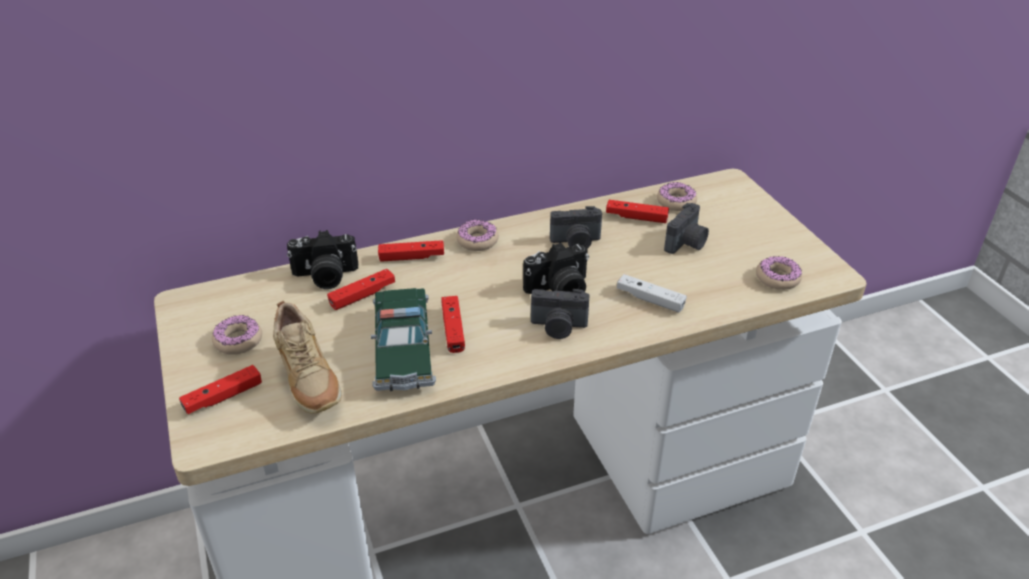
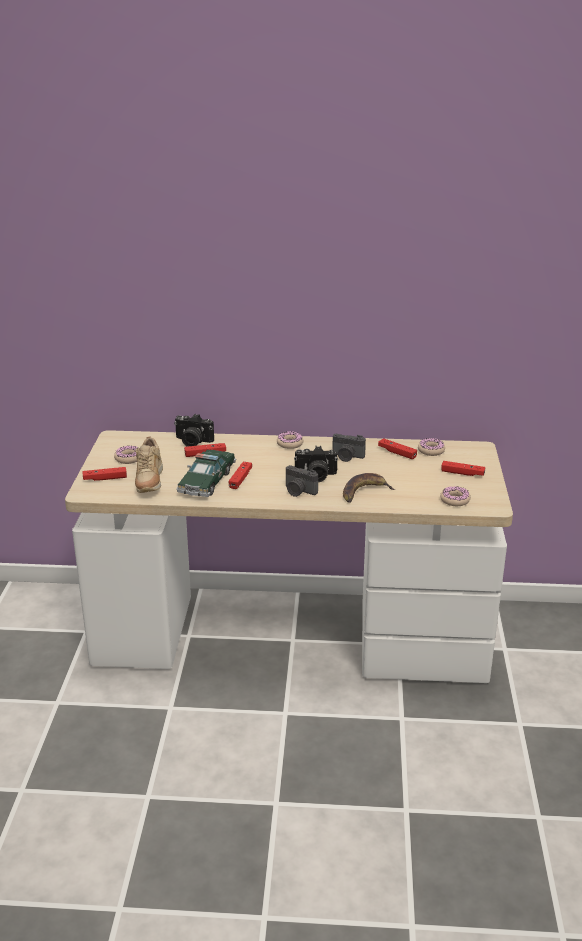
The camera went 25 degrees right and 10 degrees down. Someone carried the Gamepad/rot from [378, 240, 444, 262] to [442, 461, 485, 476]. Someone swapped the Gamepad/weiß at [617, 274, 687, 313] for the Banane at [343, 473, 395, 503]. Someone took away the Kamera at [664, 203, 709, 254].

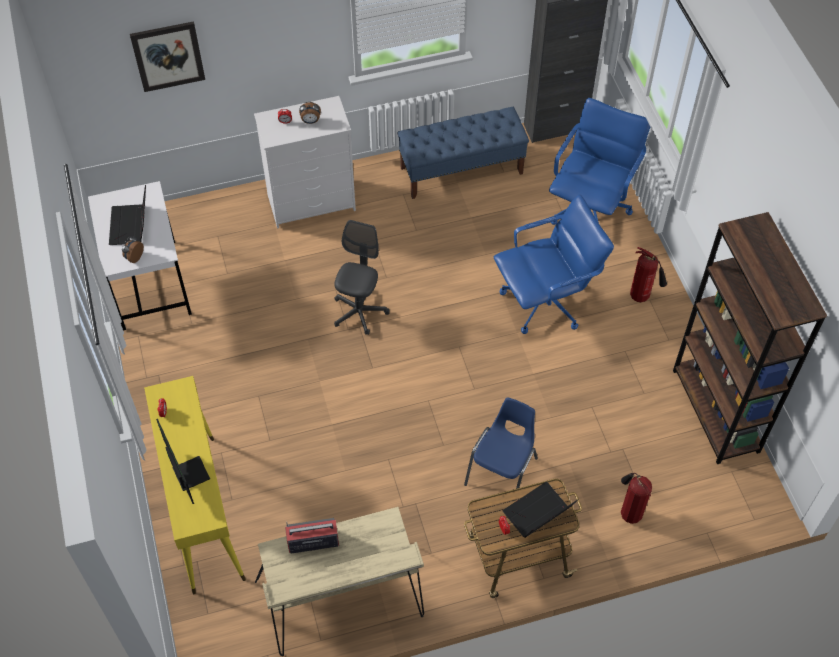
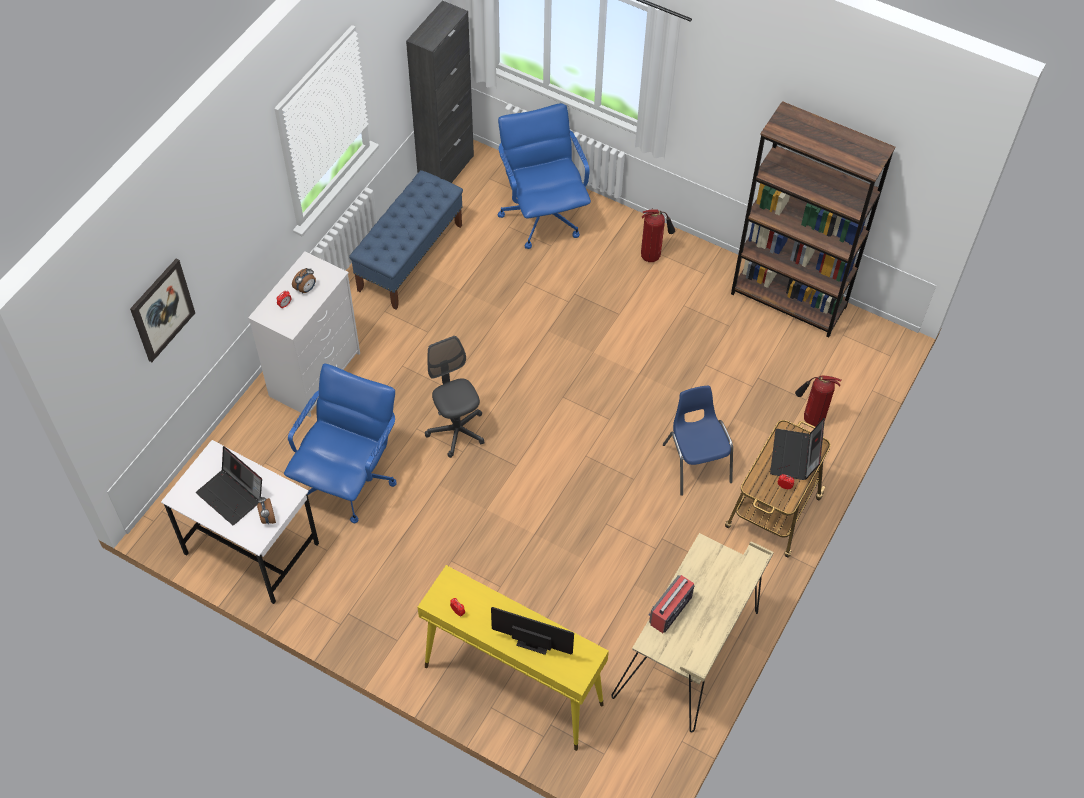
The camera went 45 degrees left and 0 degrees up. Someone carried the Bürostuhl/blau from [494, 195, 614, 334] to [284, 364, 397, 523].

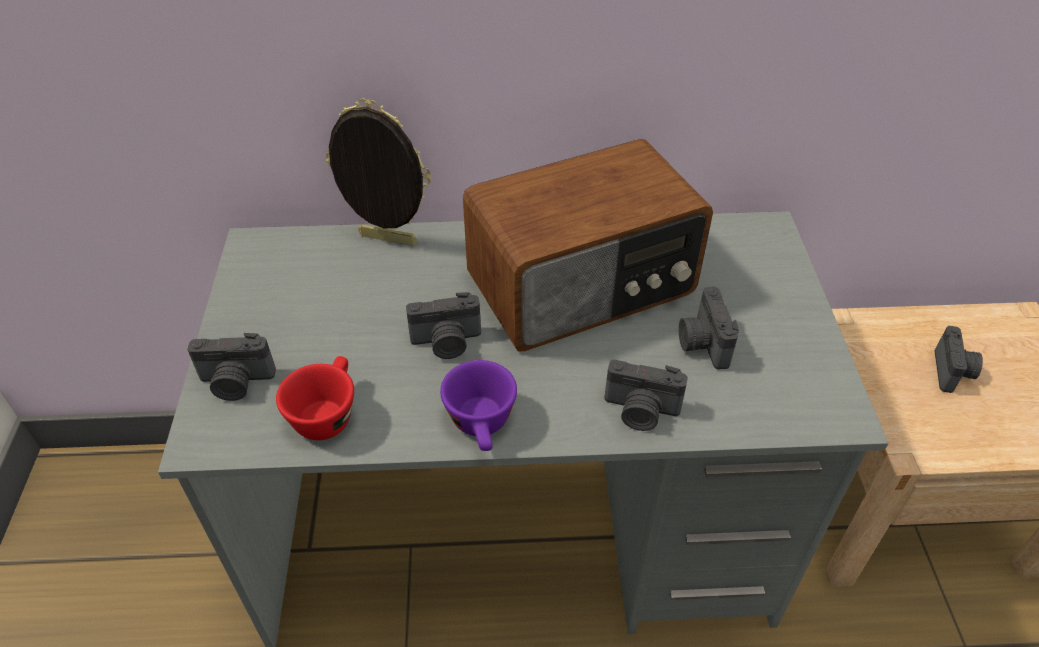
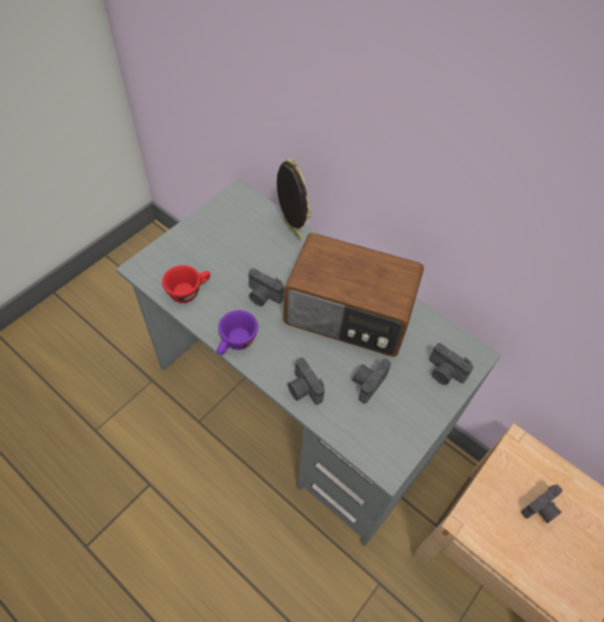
The camera went 40 degrees right and 10 degrees up. Someone carried the Kamera from [187, 333, 276, 401] to [429, 343, 474, 385].

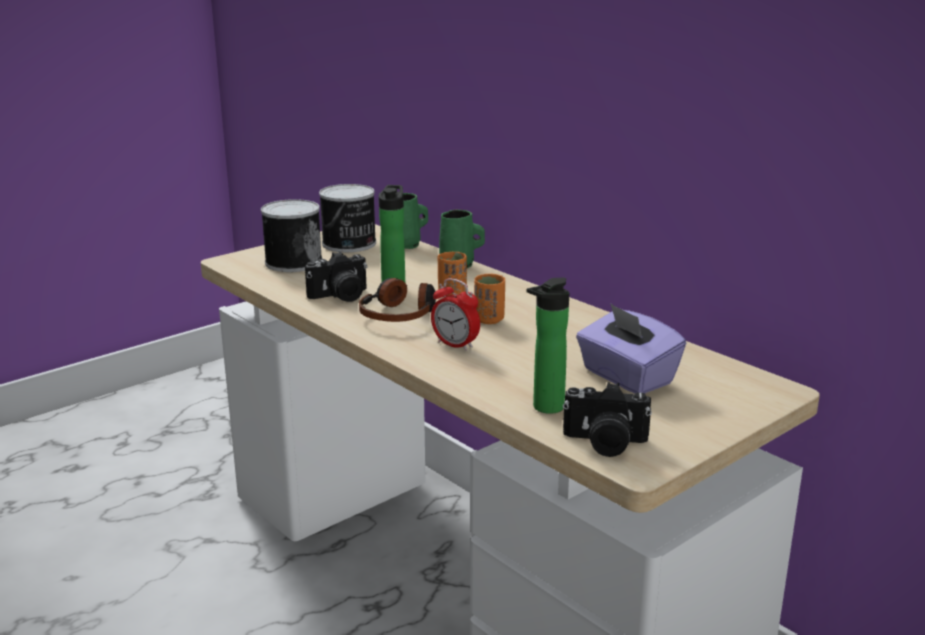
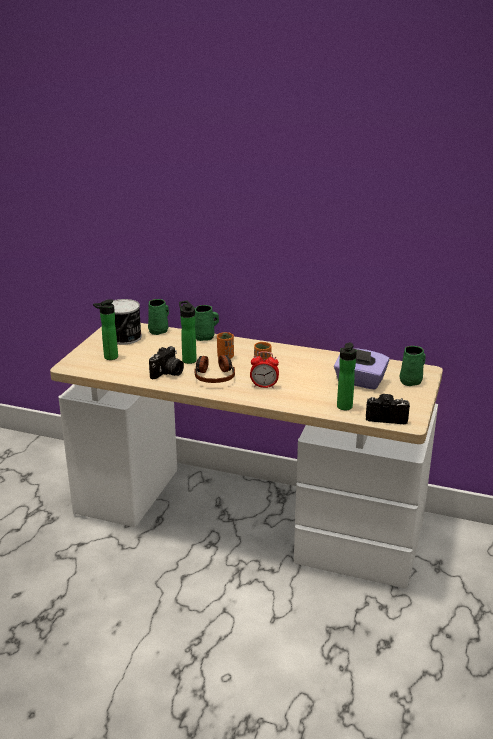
The camera went 30 degrees left and 5 degrees up. Someone swapped the Dose at [261, 199, 322, 272] for the Flasche at [93, 300, 118, 360]. Someone rotated the Kamera at [563, 382, 652, 457] by 150 degrees counterclockwise. Someone put down the Henkelbecher/grün at [400, 346, 426, 386].

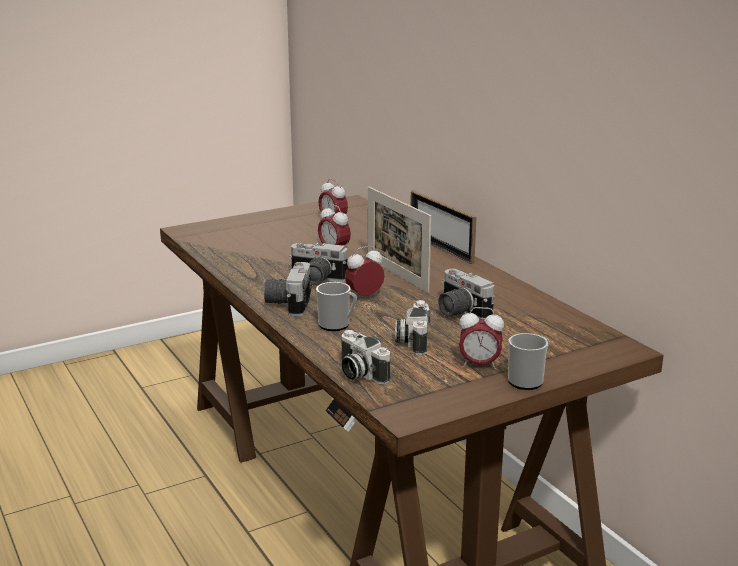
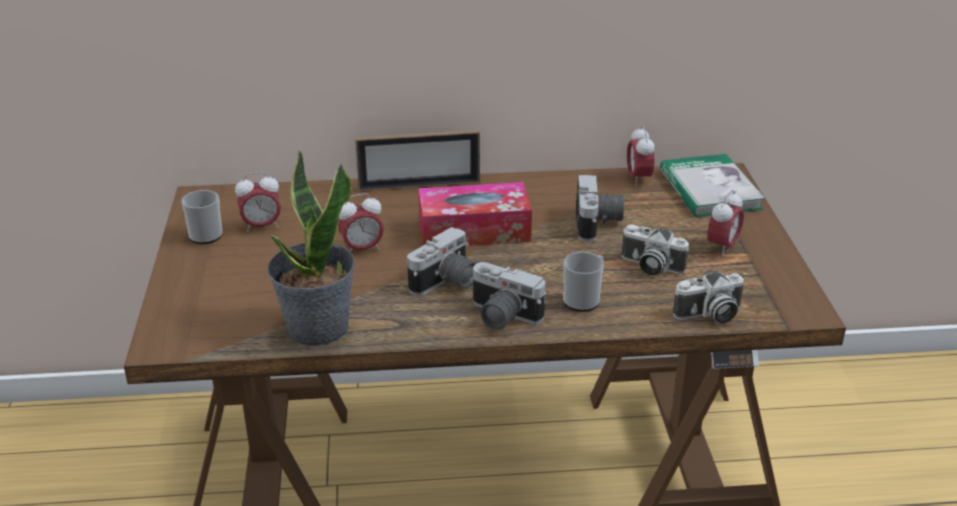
The camera went 65 degrees left and 10 degrees up. Someone carried the Wecker from [345, 246, 385, 298] to [627, 125, 654, 186]. Someone swapped the Bilderrahmen at [368, 187, 431, 293] for the Taschentuchbox at [418, 182, 532, 246]. Someone rotated the Kamera at [438, 269, 495, 318] by 75 degrees counterclockwise. Someone carried the Henkelbecher from [508, 333, 549, 390] to [181, 190, 223, 244]. Someone put down the Topfpflanze at [267, 150, 355, 346]. Someone put down the Buch at [660, 154, 765, 217].

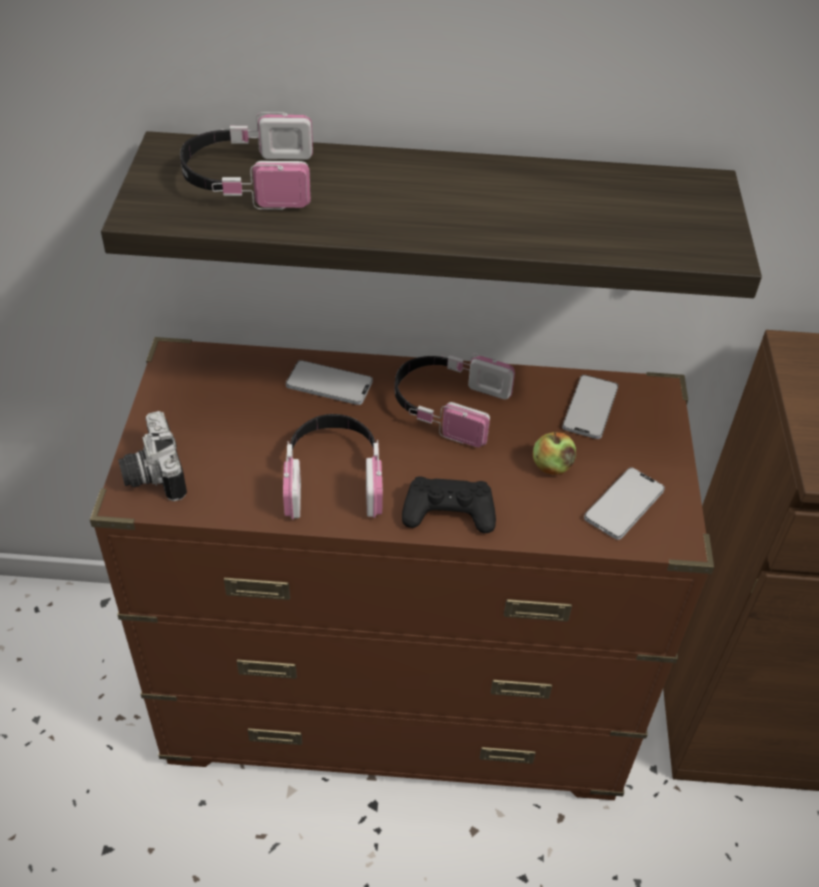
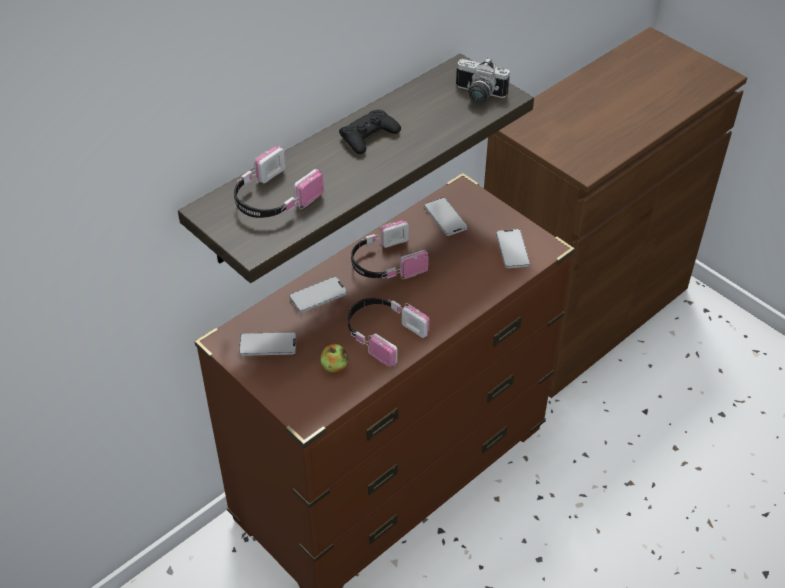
The camera went 45 degrees left and 0 degrees up. Someone carried the Kamera from [118, 411, 187, 501] to [456, 57, 510, 104]. Someone carried the Gamepad/schwarz from [402, 476, 496, 533] to [339, 110, 401, 154]. Someone carried the Apfel from [533, 432, 576, 475] to [321, 344, 348, 373]. Someone put down the Handy at [239, 332, 296, 356].

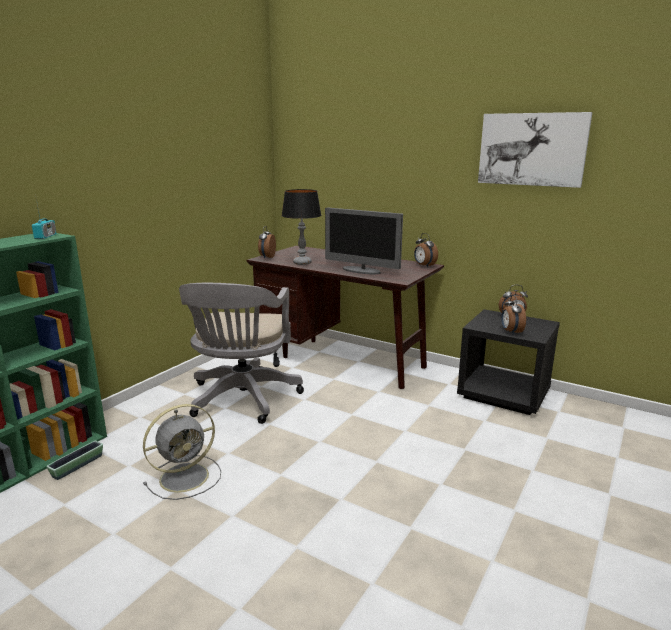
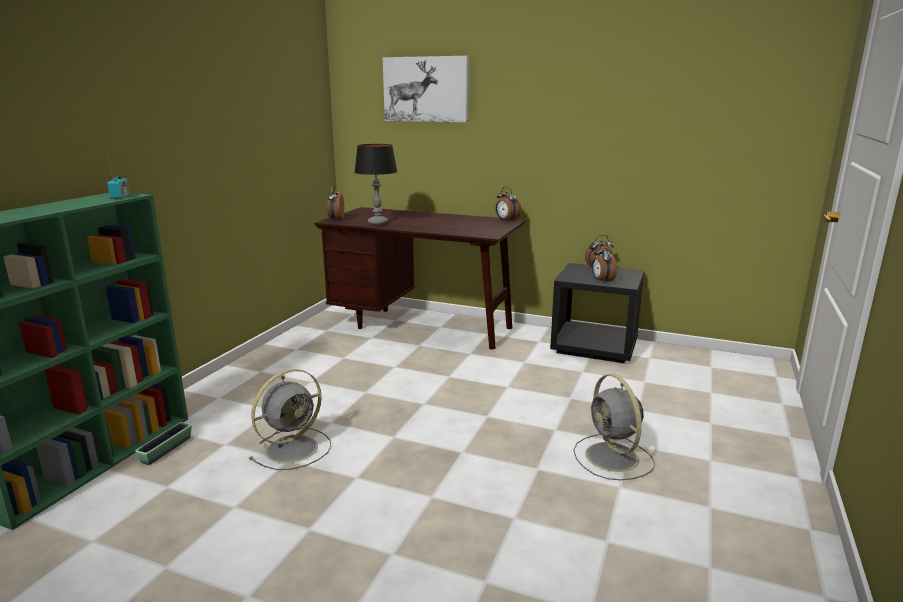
The camera went 10 degrees left and 0 degrees up. Someone took away the Bürostuhl/grau at [179, 283, 304, 424]. Someone took away the Monitor at [325, 207, 403, 274]. Someone carried the Bild from [478, 112, 593, 188] to [383, 56, 469, 123]. Someone put down the Ventilator/grau at [573, 374, 655, 480].

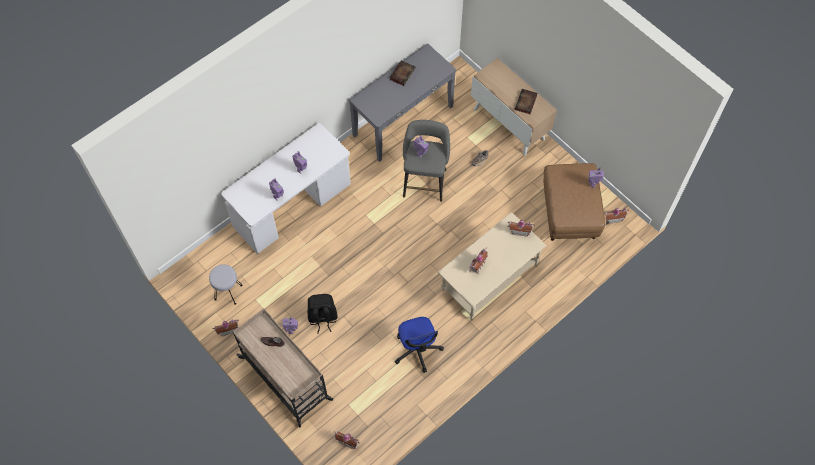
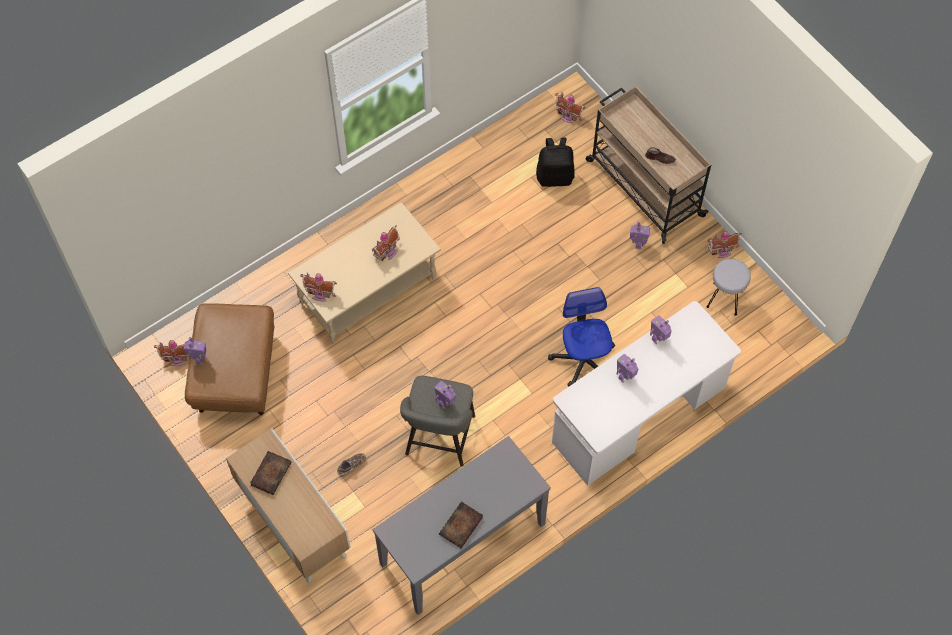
The camera went 175 degrees left and 0 degrees up. Someone carried the Rucksack/schwarz from [307, 294, 337, 334] to [536, 138, 575, 187]. Someone carried the Bürostuhl from [395, 317, 444, 373] to [548, 287, 615, 387].

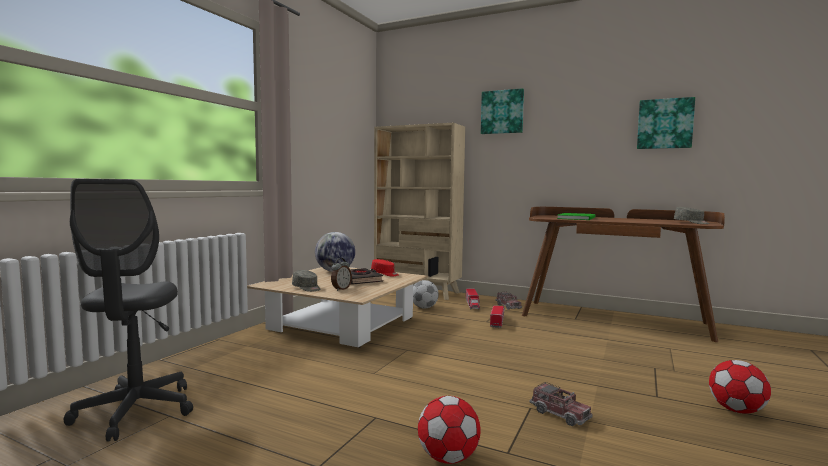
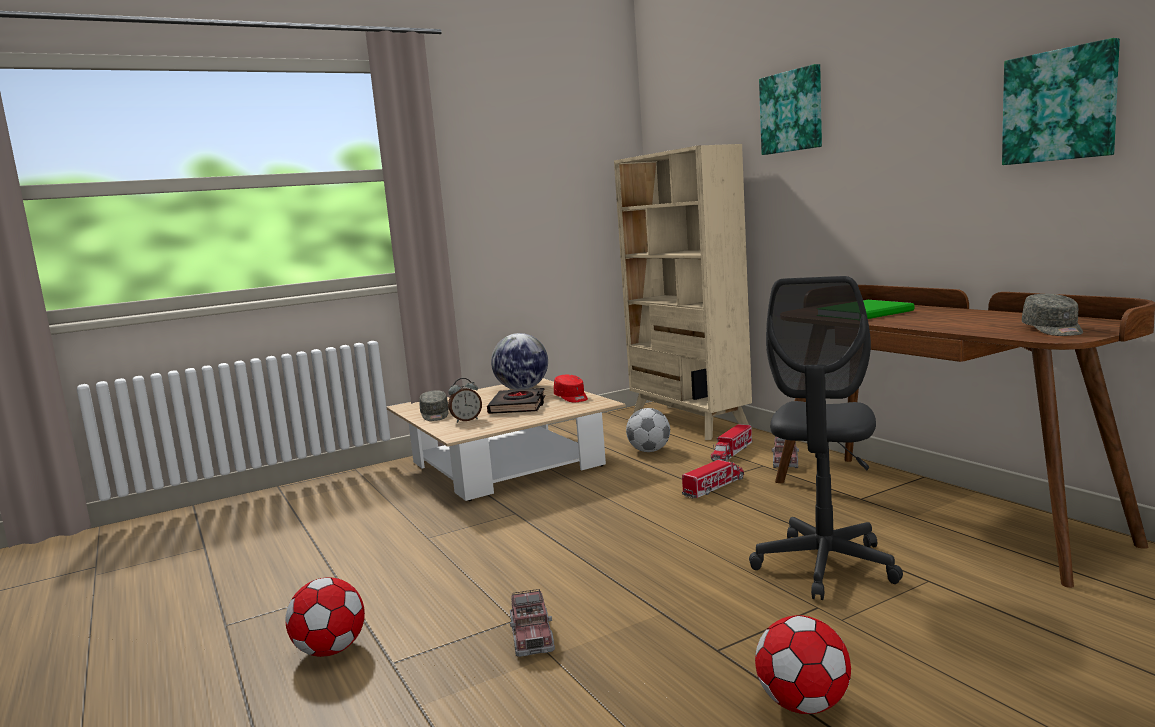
The camera went 35 degrees right and 5 degrees up. Someone carried the Bürostuhl/grau from [63, 179, 193, 442] to [749, 276, 903, 600].

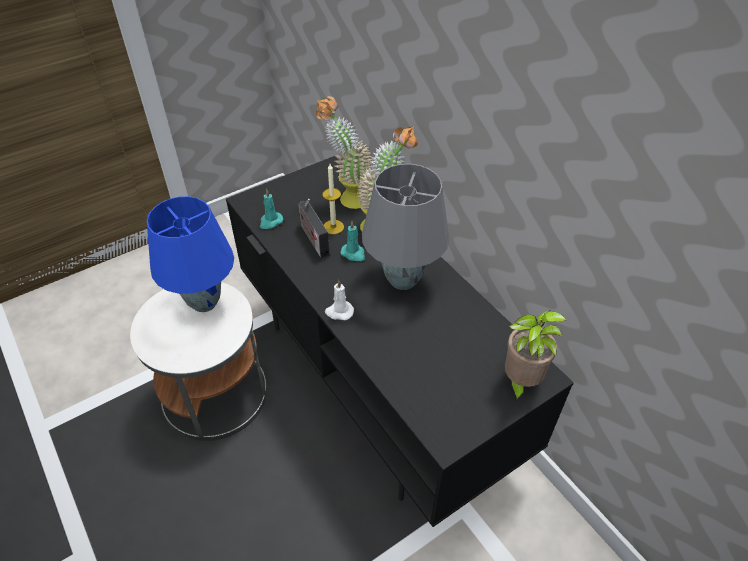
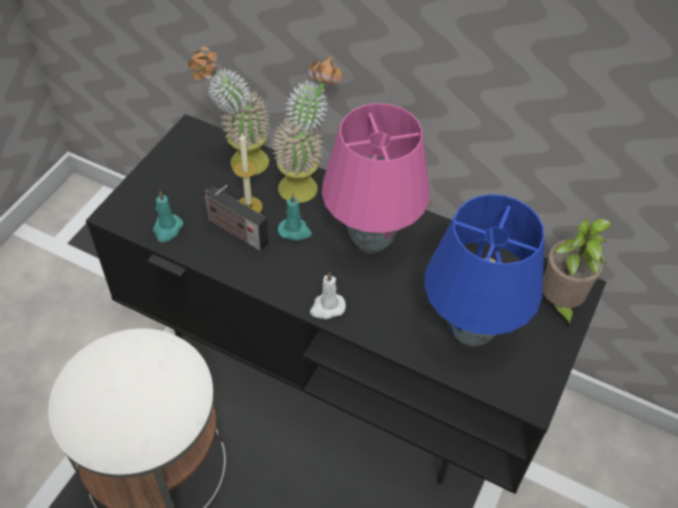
The camera went 30 degrees left and 5 degrees up. Someone carried the Tischlampe/blau from [147, 196, 234, 312] to [424, 194, 545, 347]. Someone repainted the Tischlampe/grau at [362, 164, 450, 290], which became the Tischlampe/rosa at [322, 103, 430, 254].

